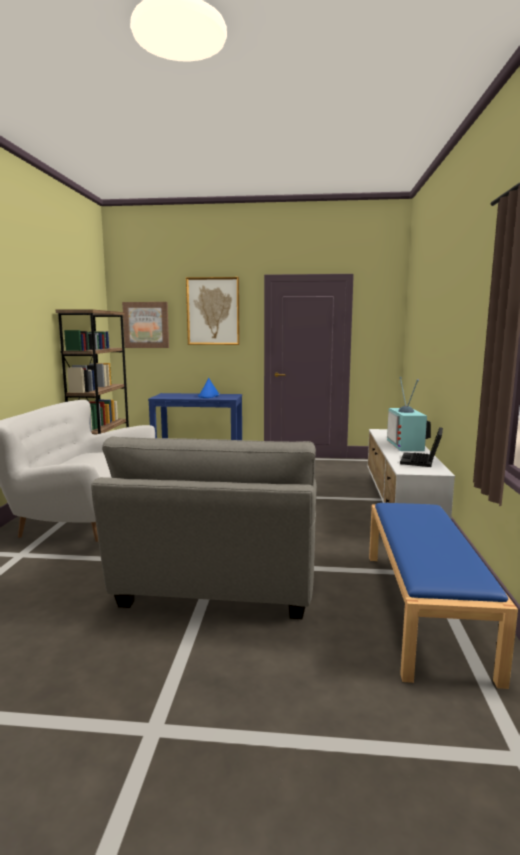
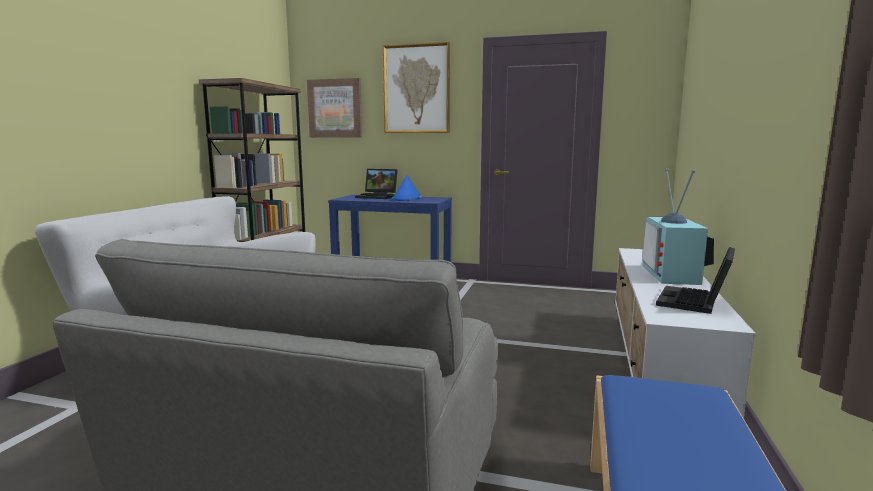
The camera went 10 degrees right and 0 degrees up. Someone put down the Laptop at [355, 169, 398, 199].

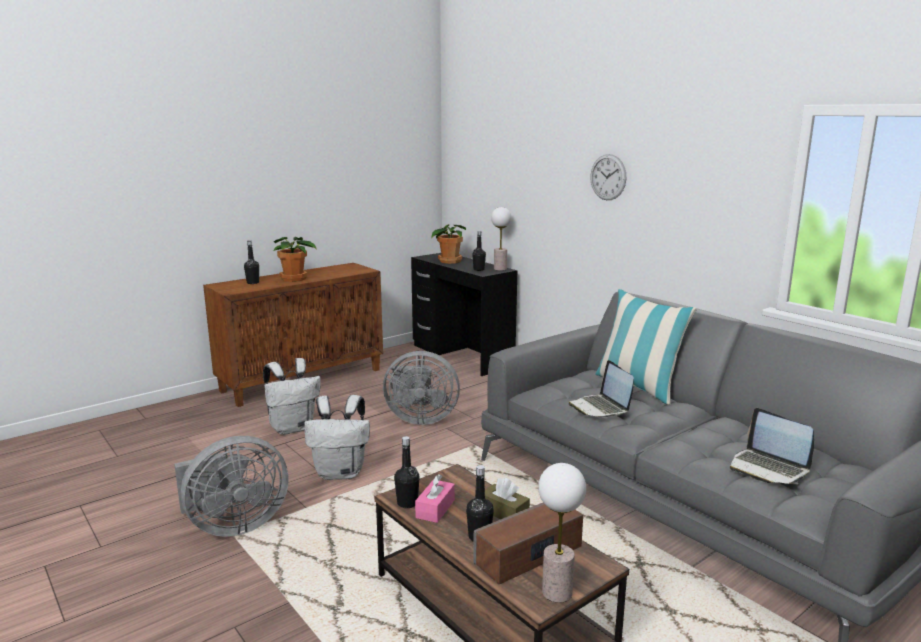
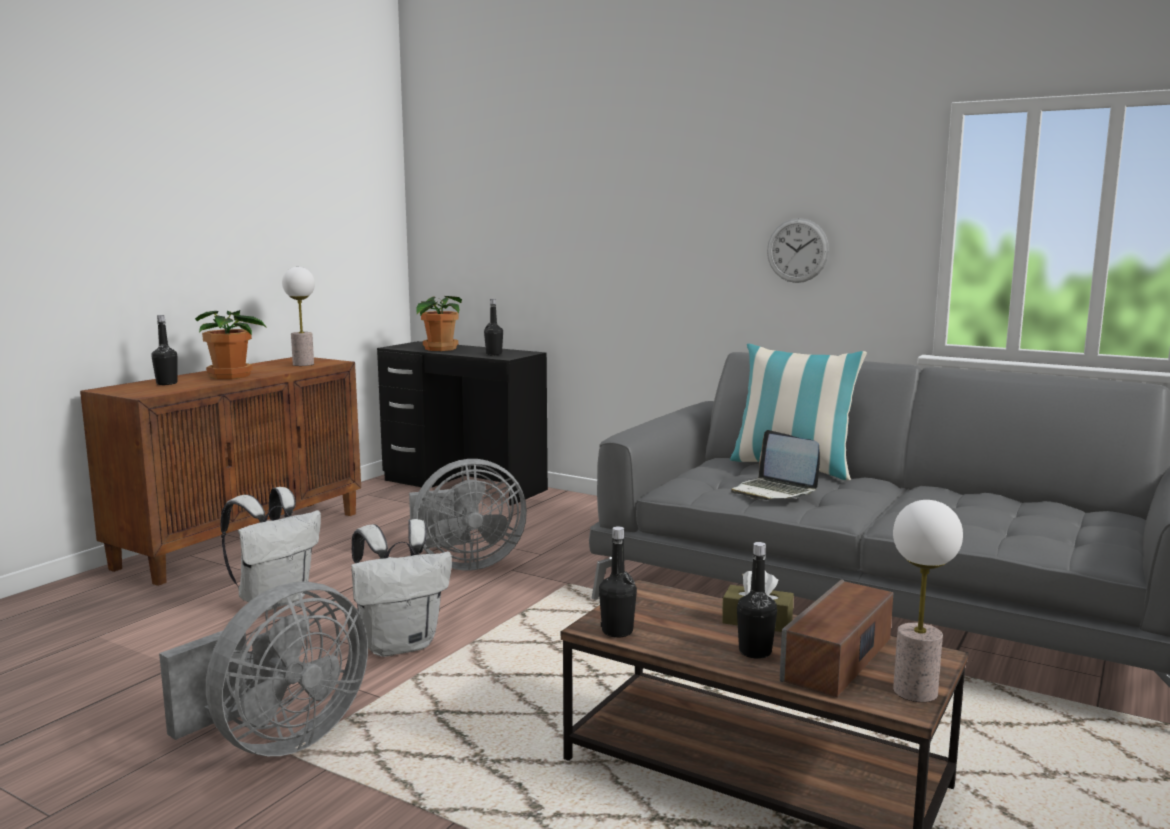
The camera went 20 degrees left and 5 degrees down. Someone took away the Taschentuchbox/rosa at [415, 474, 455, 523]. Someone carried the Tischlampe from [491, 207, 511, 271] to [282, 267, 315, 366]. Someone carried the Wanduhr from [590, 154, 626, 200] to [767, 218, 829, 283]. Someone took away the Laptop at [730, 408, 814, 484].

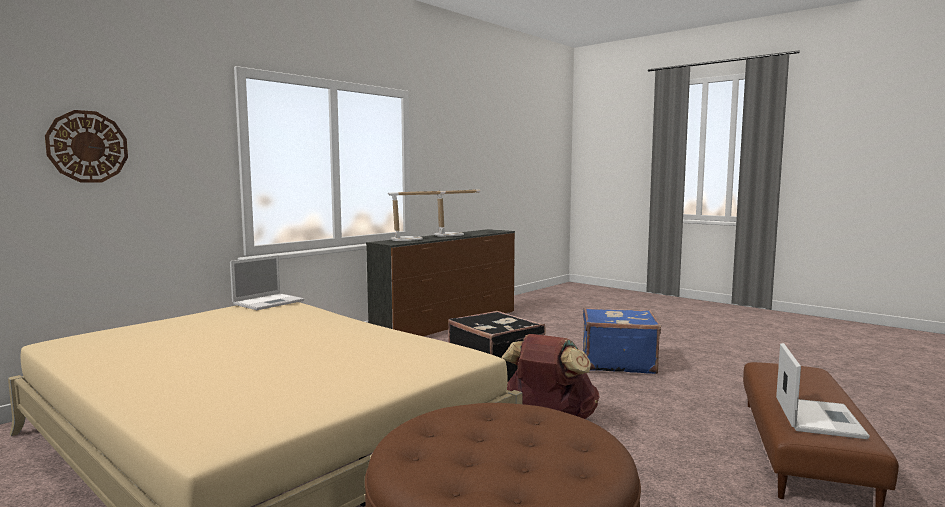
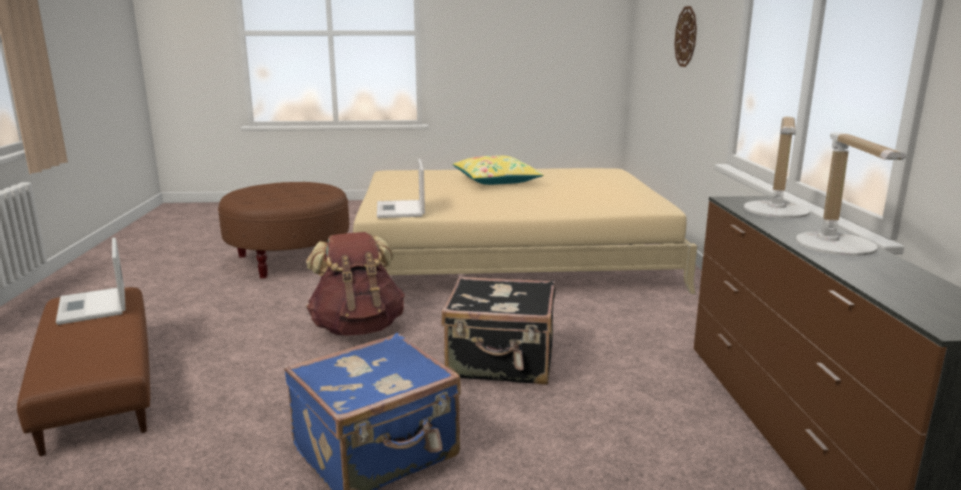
The camera went 135 degrees right and 10 degrees up. Someone carried the Laptop from [230, 255, 304, 310] to [377, 159, 425, 218]. Someone put down the Kissen/gelb at [453, 155, 544, 185].

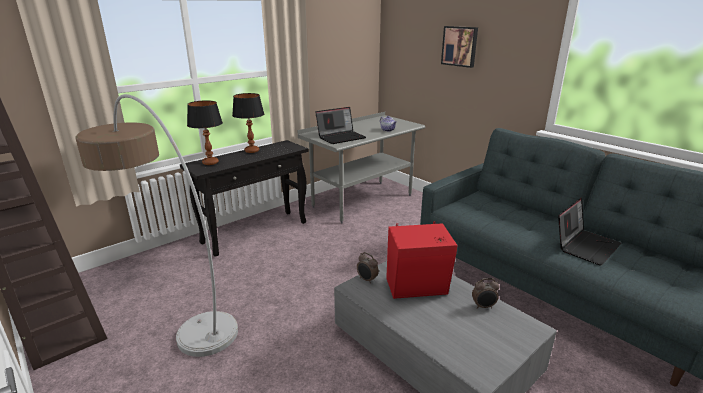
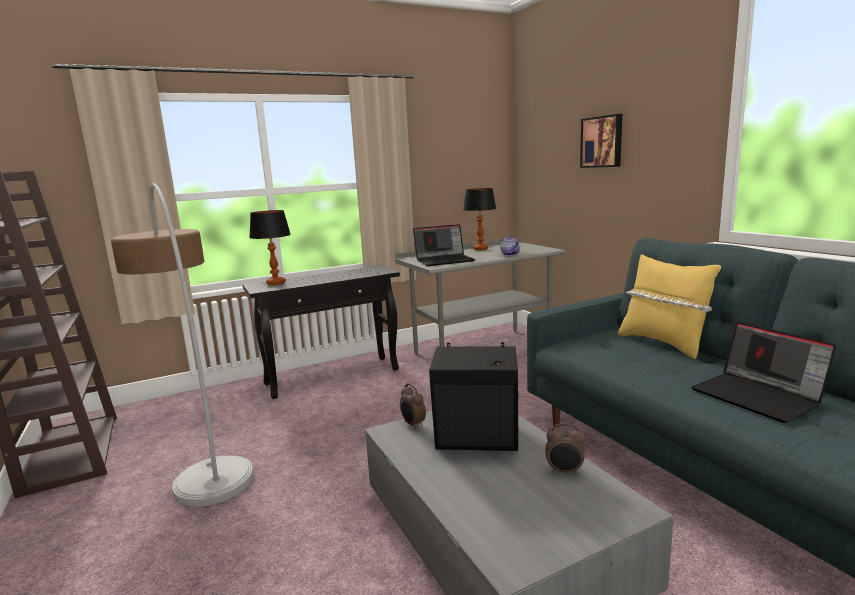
The camera went 15 degrees right and 10 degrees down. Someone carried the Tischlampe from [232, 93, 264, 153] to [463, 188, 496, 250]. Someone repainted the Lautsprecher/rot at [386, 221, 457, 299], which became the Lautsprecher/schwarz at [429, 342, 518, 451]. Someone rotated the Laptop at [558, 198, 621, 266] by 90 degrees clockwise. Someone put down the Kissen/gelb at [618, 254, 721, 359].

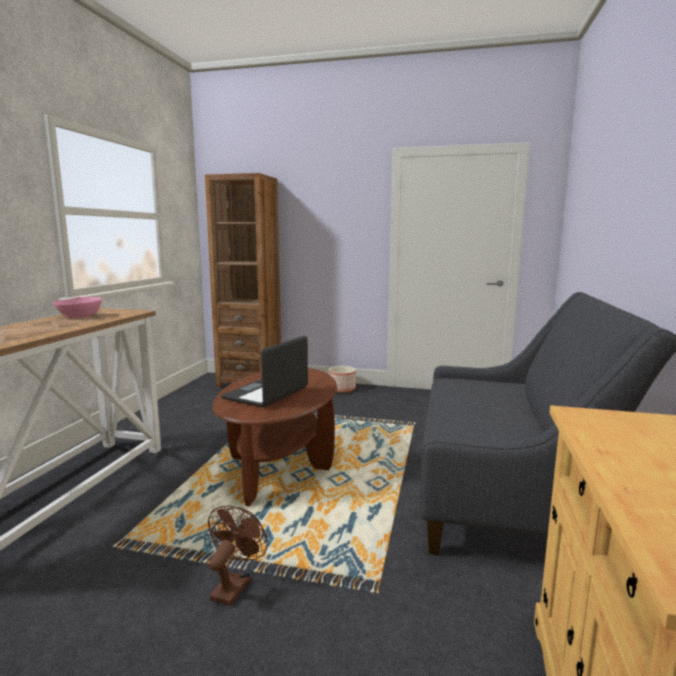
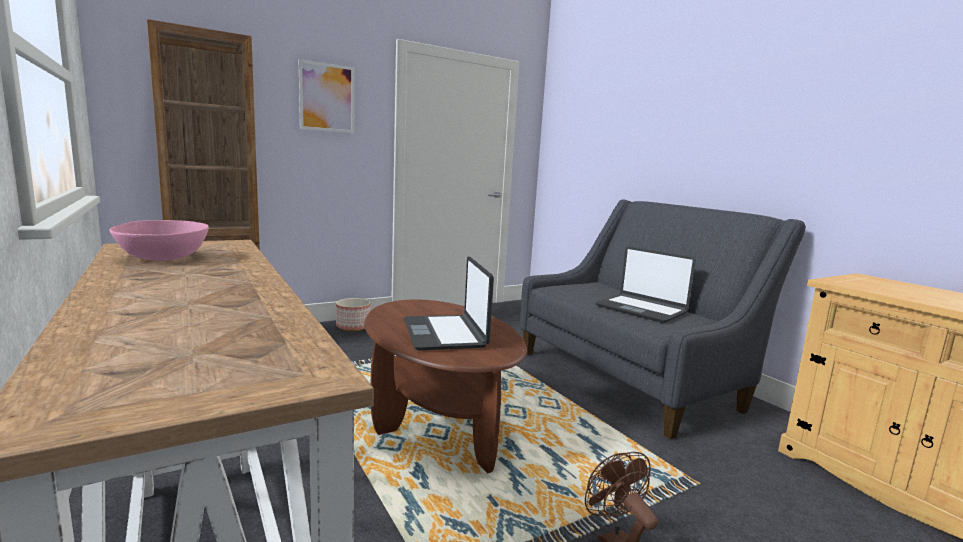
The camera went 45 degrees left and 0 degrees up. Someone put up the Bild at [299, 59, 355, 133]. Someone put down the Laptop at [596, 246, 696, 323].

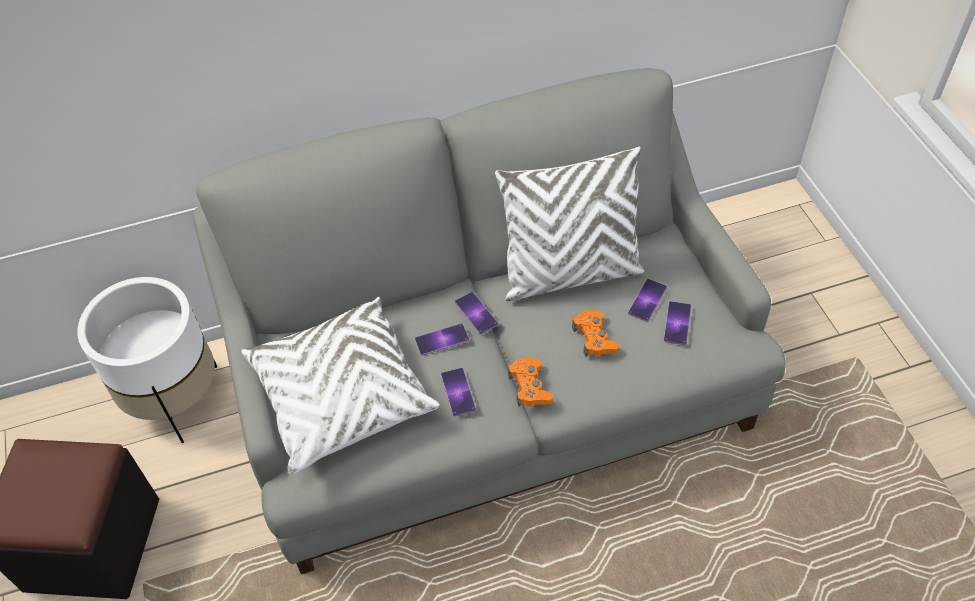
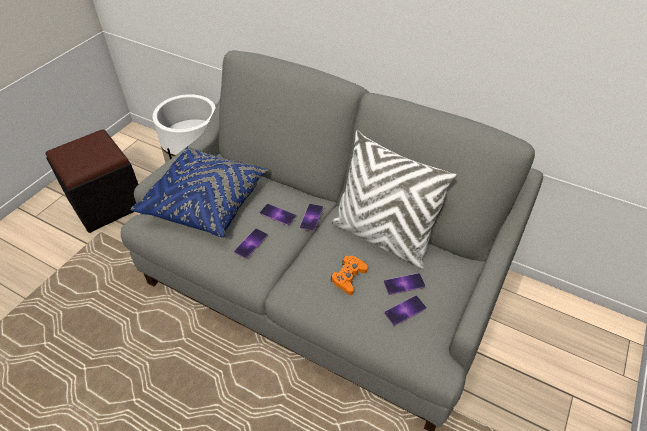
The camera went 45 degrees right and 5 degrees down. Someone repainted the Kissen/weiß at [242, 297, 439, 475], which became the Kissen/blau at [131, 146, 269, 237]. Someone took away the Gamepad/orange at [508, 358, 553, 407].

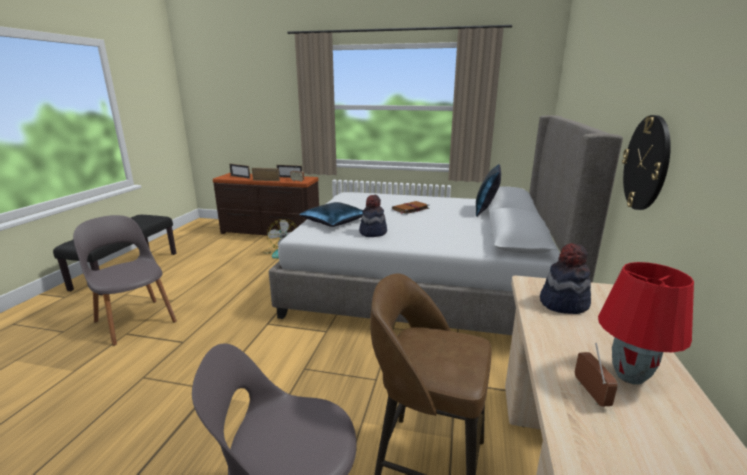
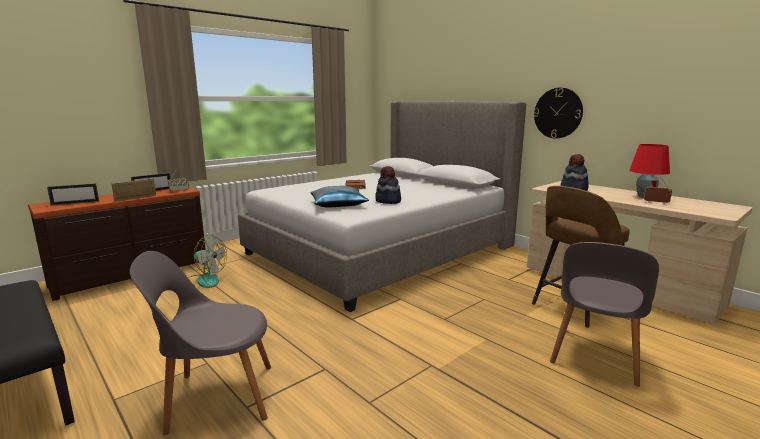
The camera went 55 degrees left and 5 degrees down. Someone took away the Kissen/blau at [476, 164, 501, 217].

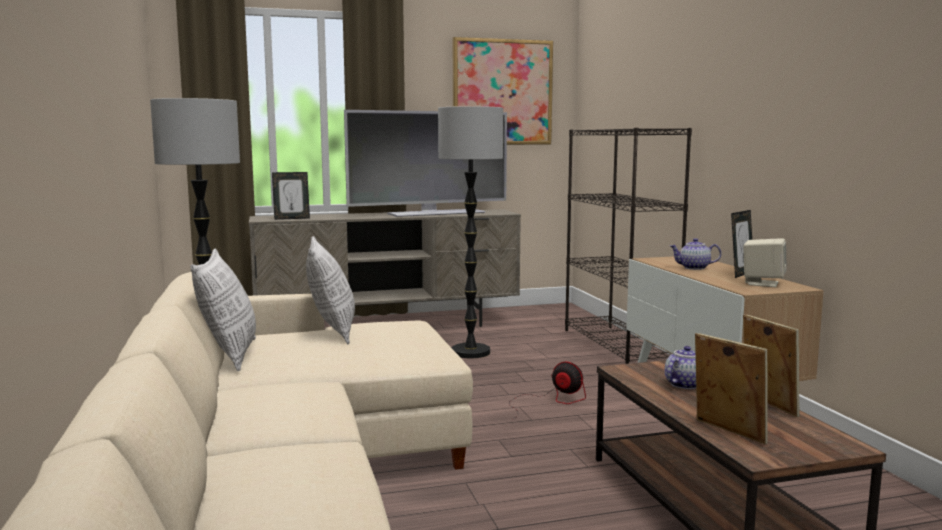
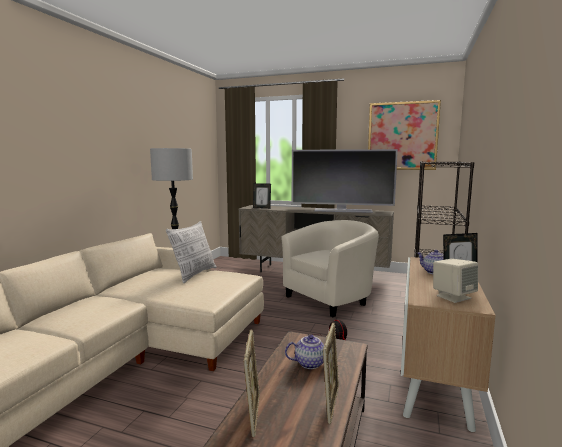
The camera went 35 degrees right and 0 degrees up. Someone took away the Kissen at [190, 249, 256, 371]. Someone swapped the Stehlampe at [438, 106, 503, 358] for the Sessel/beige at [281, 220, 379, 317].

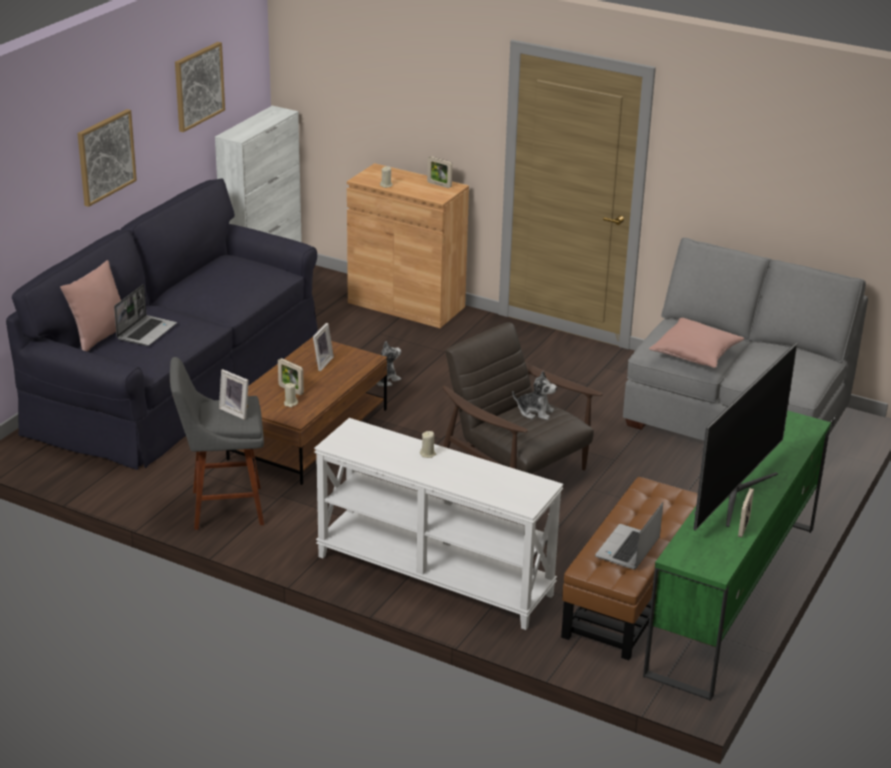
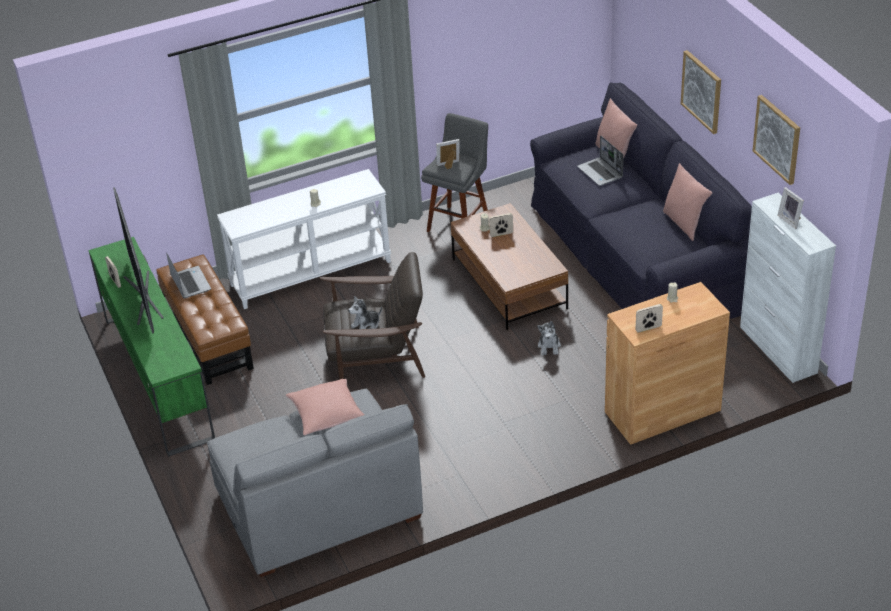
The camera went 130 degrees right and 10 degrees up. Someone carried the Bilderrahmen from [313, 323, 334, 371] to [777, 187, 804, 229]. Someone put down the Kissen/rosa at [663, 163, 712, 241].

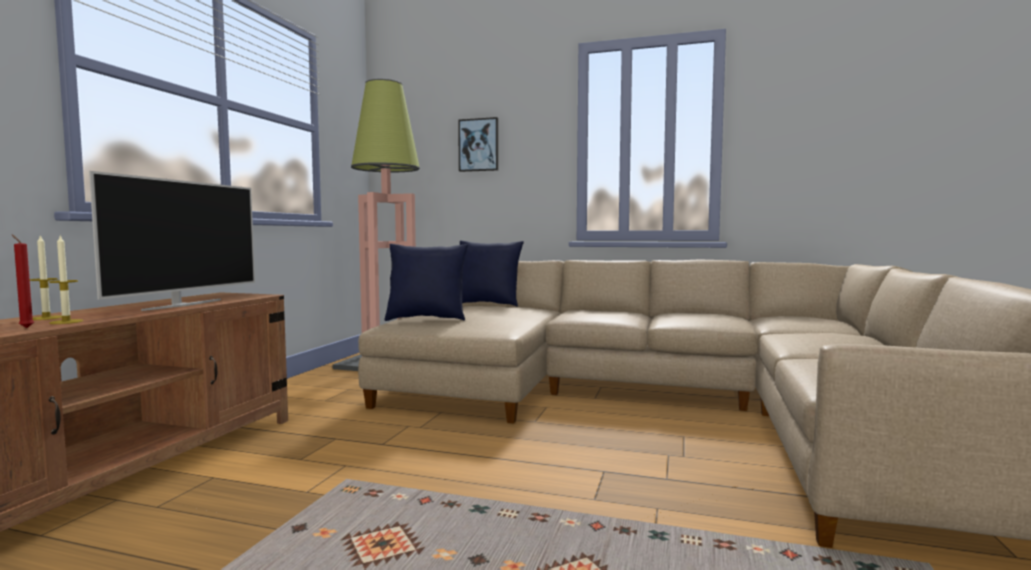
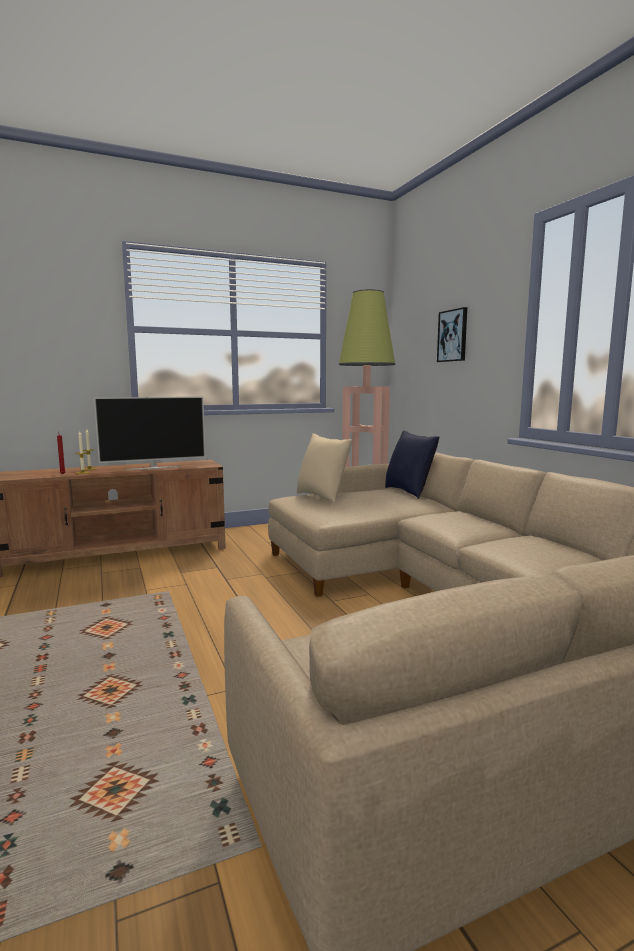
The camera went 50 degrees right and 5 degrees up. Someone repainted the Kissen/blau at [384, 244, 468, 321], which became the Kissen/beige at [297, 434, 352, 504].

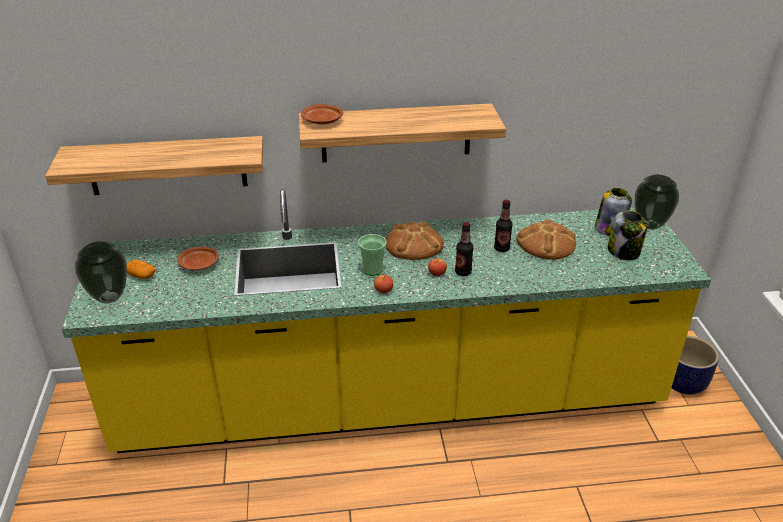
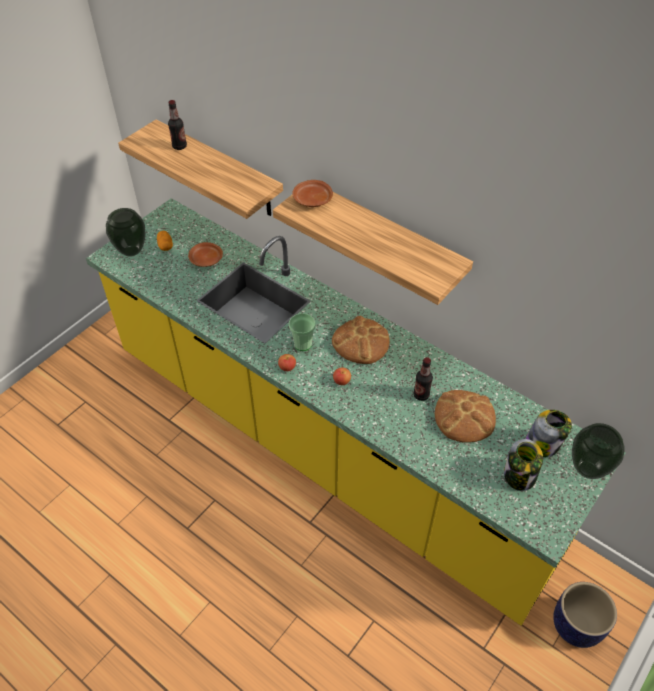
The camera went 45 degrees right and 15 degrees up. Someone carried the Flasche from [455, 222, 474, 276] to [168, 100, 187, 150].

